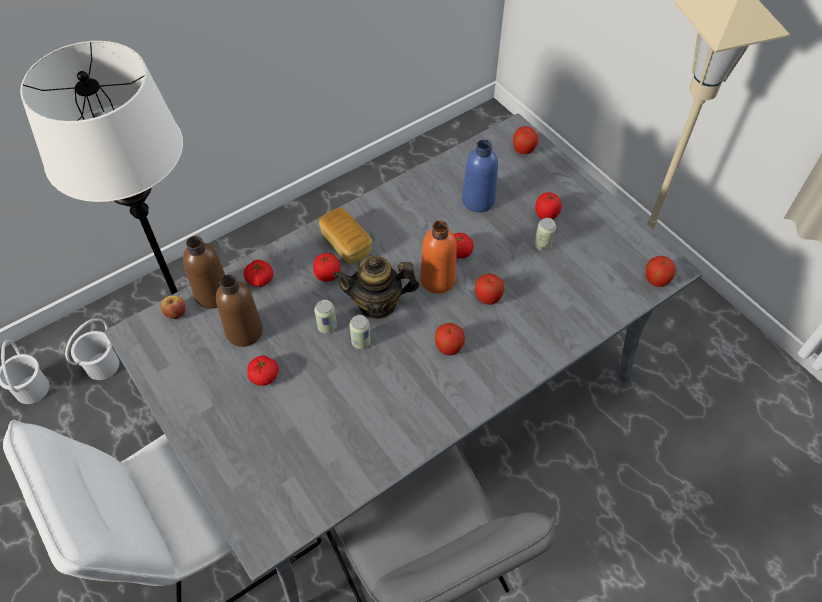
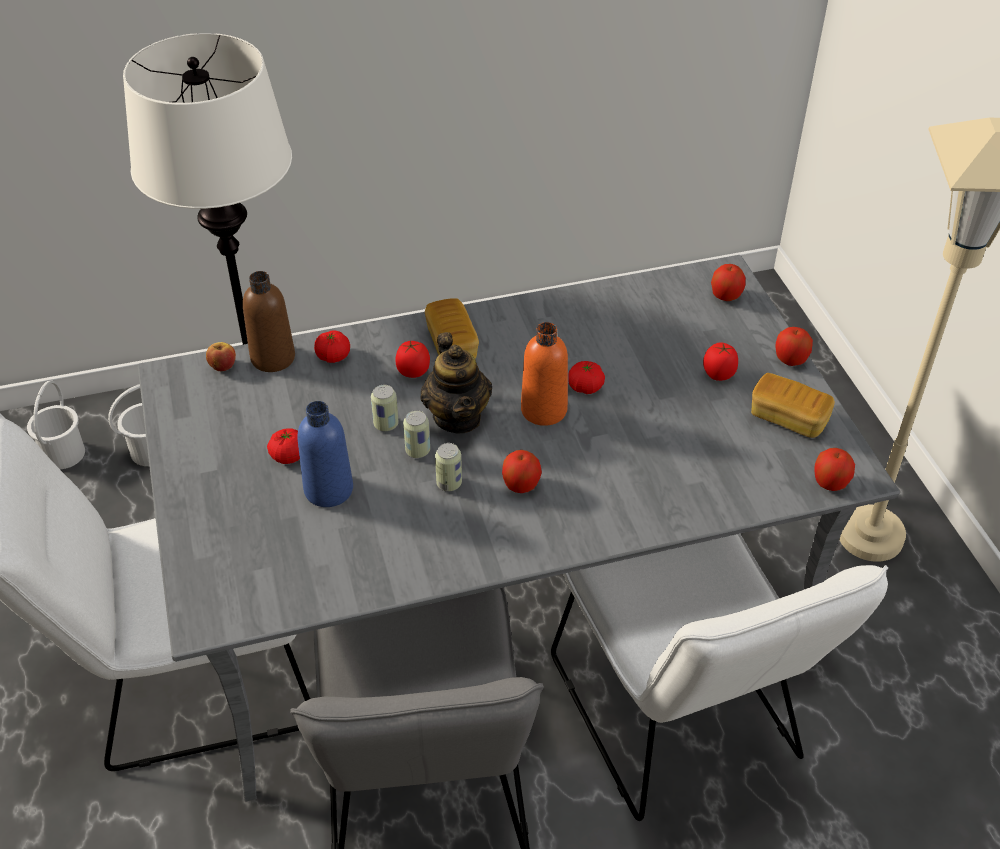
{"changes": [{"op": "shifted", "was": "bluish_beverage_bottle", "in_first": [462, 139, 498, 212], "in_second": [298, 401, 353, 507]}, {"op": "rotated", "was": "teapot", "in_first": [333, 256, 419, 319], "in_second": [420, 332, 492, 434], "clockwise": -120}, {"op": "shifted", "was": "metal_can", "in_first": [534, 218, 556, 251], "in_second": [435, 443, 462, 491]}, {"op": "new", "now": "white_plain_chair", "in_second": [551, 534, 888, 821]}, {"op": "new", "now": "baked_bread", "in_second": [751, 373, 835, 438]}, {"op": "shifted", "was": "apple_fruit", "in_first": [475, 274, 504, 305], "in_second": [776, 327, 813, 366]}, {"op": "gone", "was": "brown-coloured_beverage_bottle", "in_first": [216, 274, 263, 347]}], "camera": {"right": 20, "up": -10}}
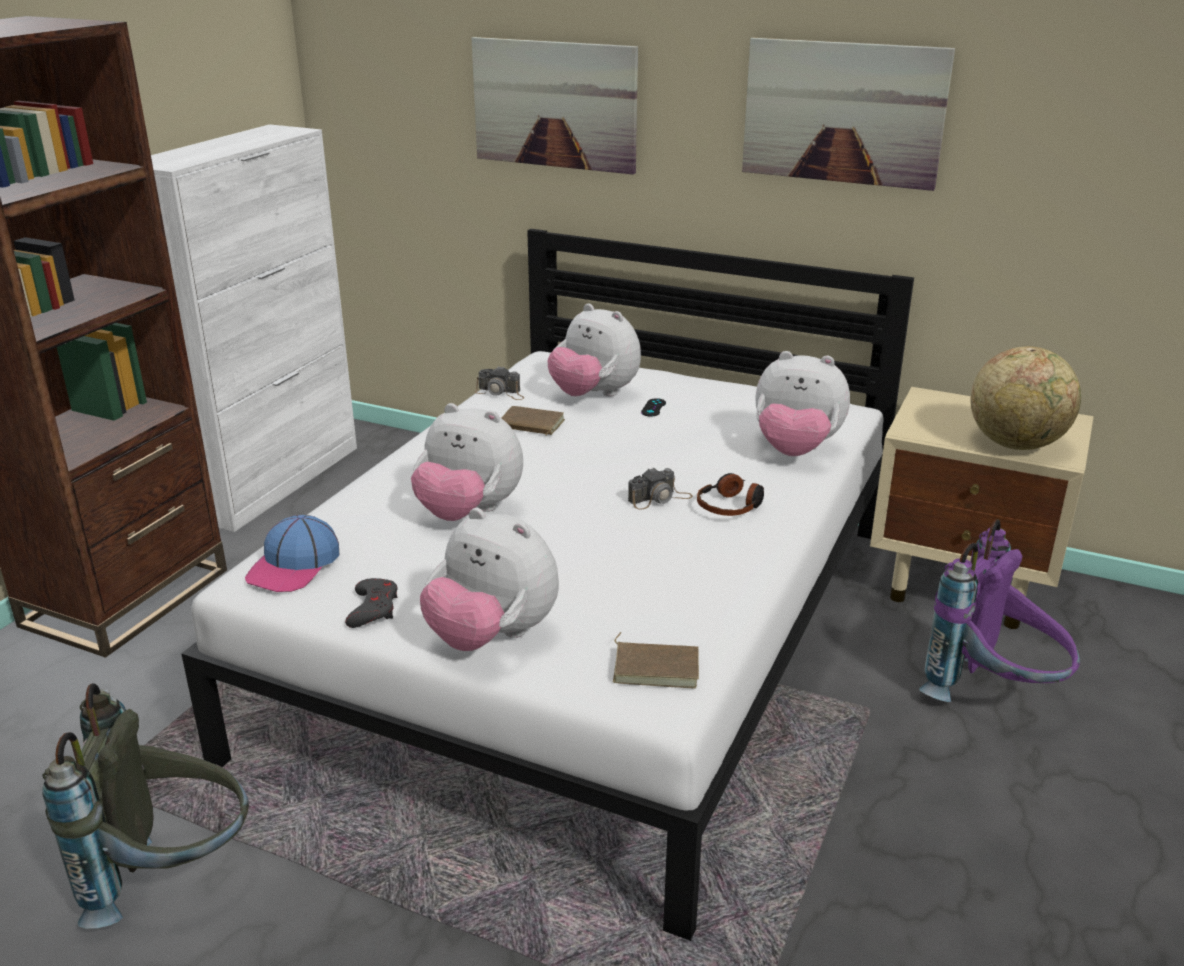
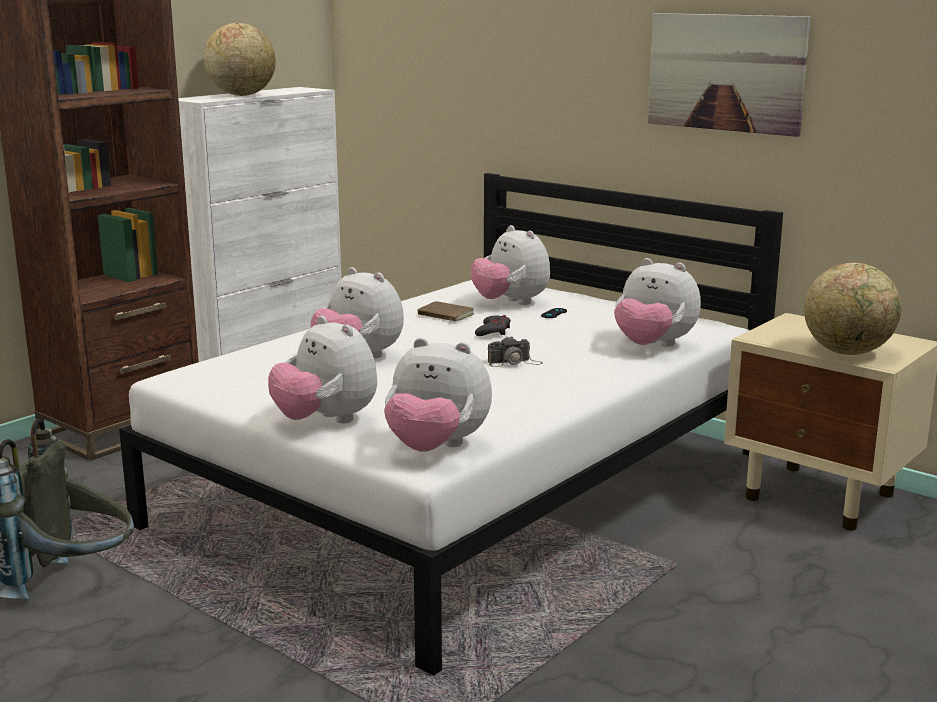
{"changes": [{"op": "new", "now": "globe", "in_second": [203, 23, 276, 96]}, {"op": "swapped", "was": "brown-coloured_volume", "now": "plush_toy", "in_first": [613, 632, 699, 688], "in_second": [384, 338, 492, 452]}, {"op": "shifted", "was": "grey_gamepad", "in_first": [345, 578, 398, 628], "in_second": [475, 315, 511, 336]}, {"op": "gone", "was": "peaked_cap", "in_first": [245, 515, 340, 592]}, {"op": "gone", "was": "wall_picture", "in_first": [472, 37, 638, 174]}, {"op": "gone", "was": "photo_camera", "in_first": [475, 366, 524, 400]}, {"op": "gone", "was": "headphones", "in_first": [697, 473, 764, 516]}, {"op": "gone", "was": "purplish_rucksack", "in_first": [919, 520, 1080, 702]}], "camera": {"right": 15, "up": -10}}
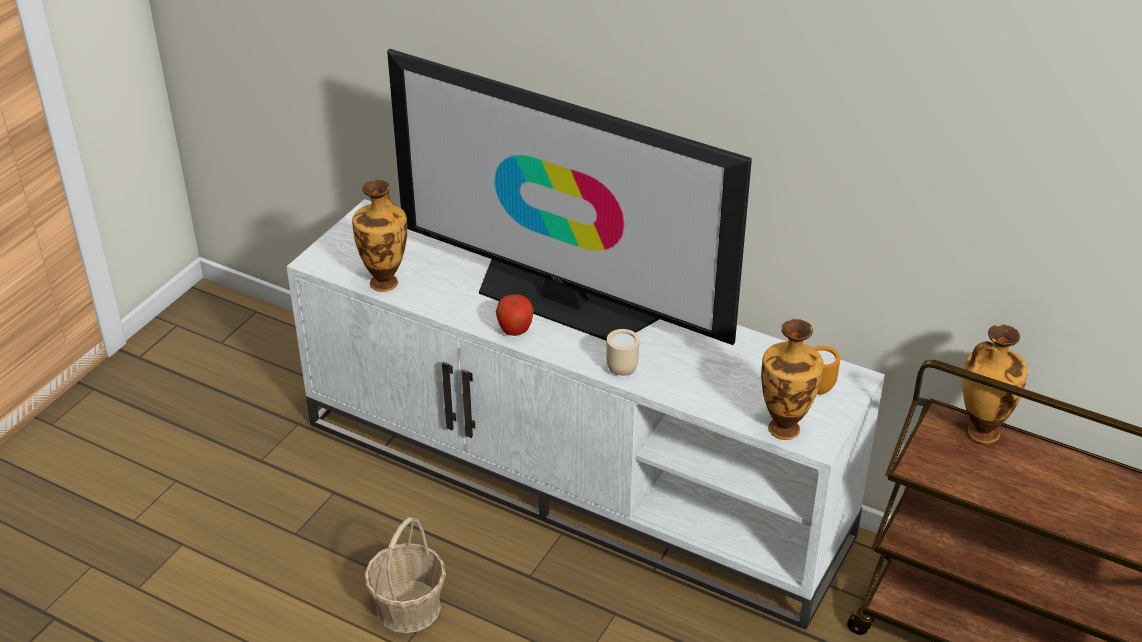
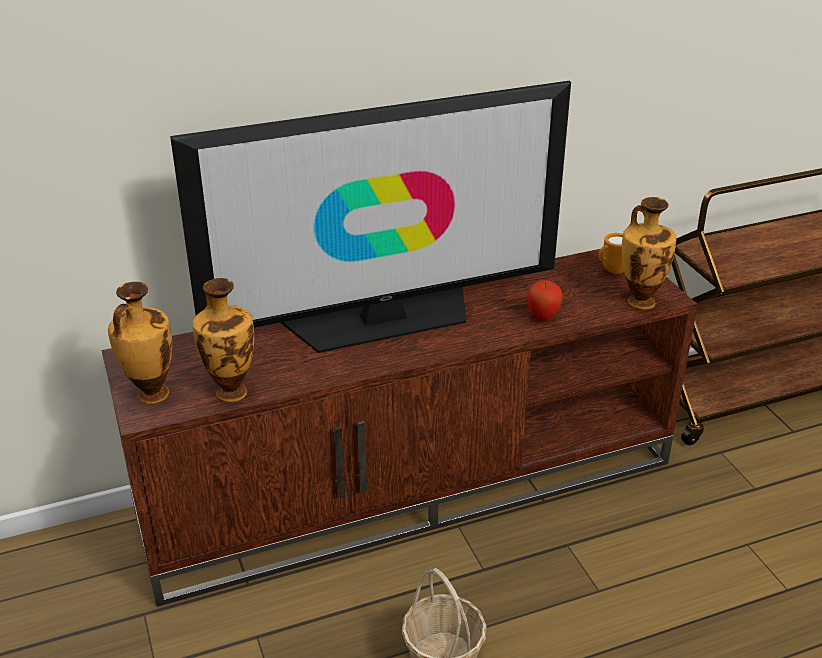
{"changes": [{"op": "repainted", "was": "white_media_console", "now": "brown-coloured_media_console", "in_first": [286, 199, 885, 630], "in_second": [102, 249, 698, 607]}, {"op": "shifted", "was": "decorative_vase", "in_first": [962, 324, 1028, 444], "in_second": [108, 282, 172, 404]}, {"op": "shifted", "was": "apple_fruit", "in_first": [496, 294, 534, 336], "in_second": [527, 280, 563, 321]}, {"op": "gone", "was": "beige_mug", "in_first": [606, 329, 639, 375]}], "camera": {"right": -50, "up": -5}}
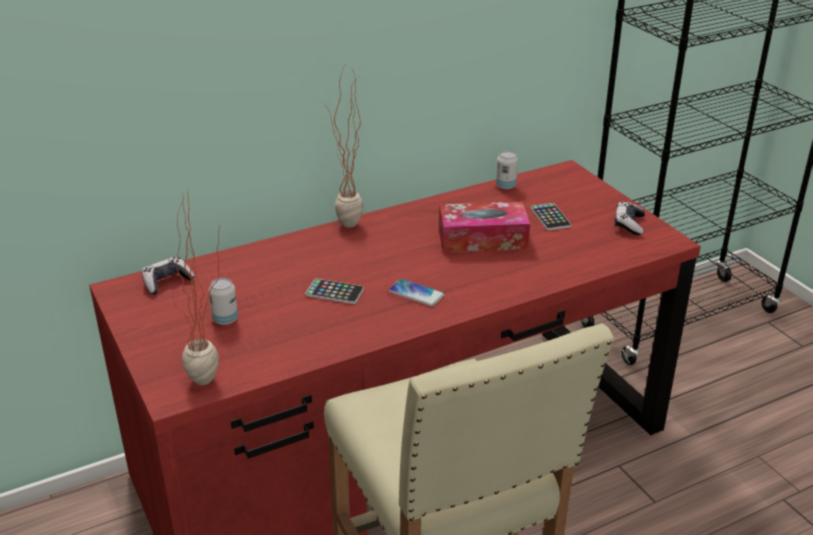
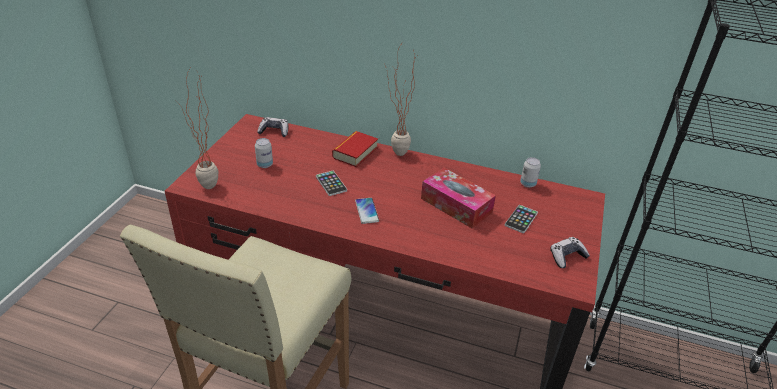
{"changes": [{"op": "new", "now": "volume", "in_second": [332, 131, 378, 167]}], "camera": {"right": 45, "up": 5}}
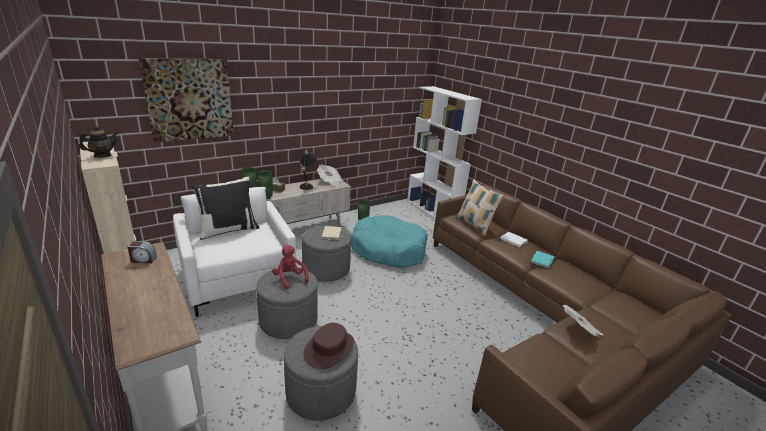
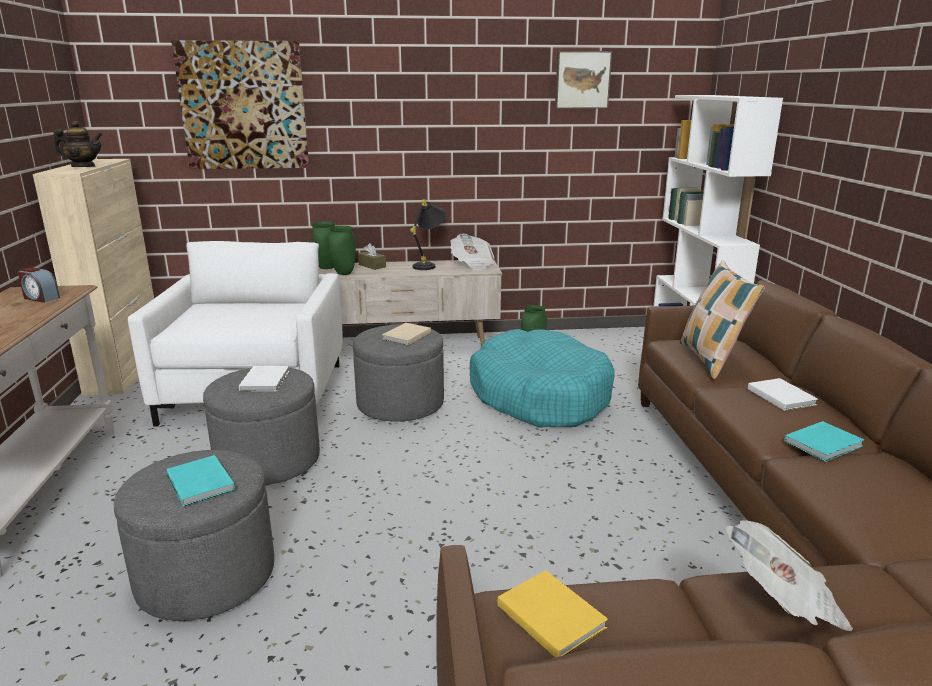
{"changes": [{"op": "swapped", "was": "brown-coloured_hat", "now": "turquoise-coloured_volume", "in_first": [303, 323, 354, 369], "in_second": [166, 455, 235, 507]}, {"op": "swapped", "was": "reddish_plush_toy", "now": "white_volume", "in_first": [272, 245, 309, 289], "in_second": [239, 366, 289, 391]}, {"op": "new", "now": "yellow_volume", "in_second": [497, 570, 608, 658]}, {"op": "new", "now": "wall_picture", "in_second": [555, 51, 612, 109]}, {"op": "gone", "was": "black-coloured_throw_pillow", "in_first": [191, 177, 260, 240]}], "camera": {"right": 30, "up": -5}}
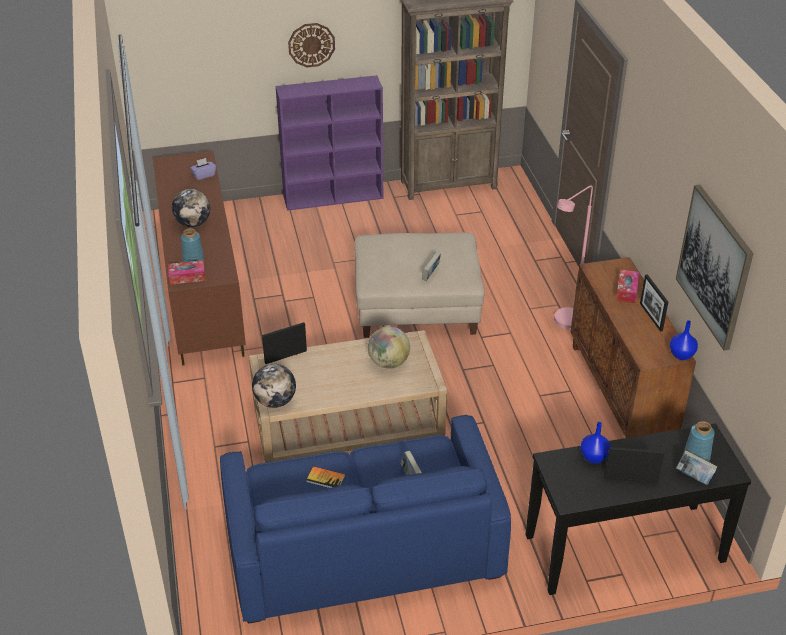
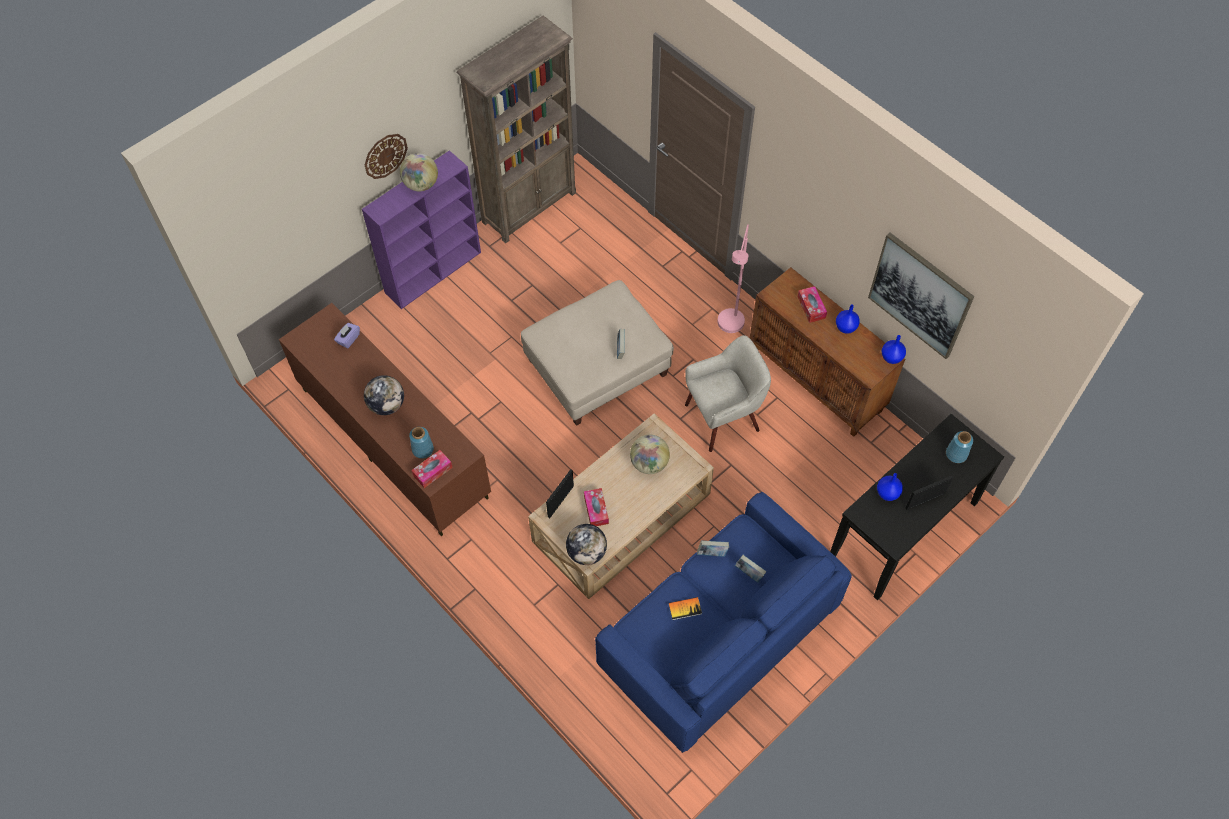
{"changes": [{"op": "new", "now": "globe", "in_second": [400, 153, 438, 191]}, {"op": "new", "now": "tissue_holder", "in_second": [584, 488, 609, 526]}, {"op": "new", "now": "beige_easy_chair", "in_second": [685, 335, 771, 452]}, {"op": "shifted", "was": "volume", "in_first": [676, 450, 717, 485], "in_second": [697, 540, 729, 557]}, {"op": "swapped", "was": "standing_frame", "now": "bluish_decorative_vase", "in_first": [640, 274, 668, 332], "in_second": [836, 305, 860, 334]}], "camera": {"right": -30, "up": 20}}
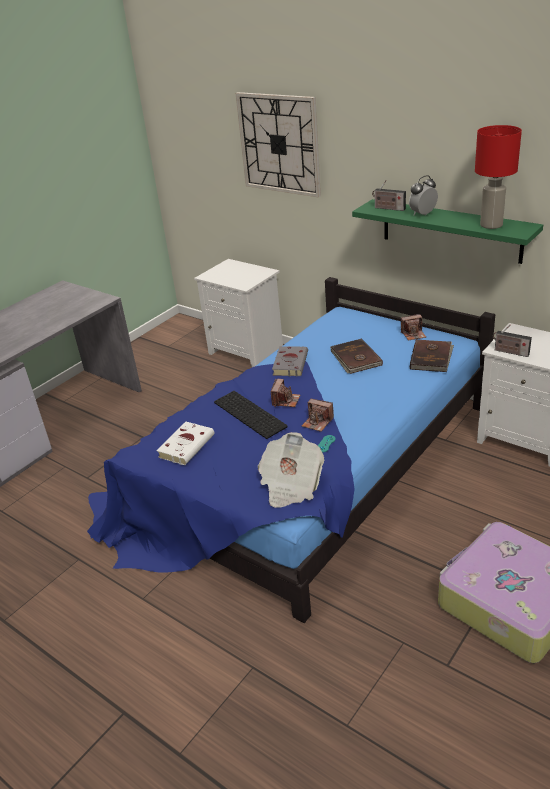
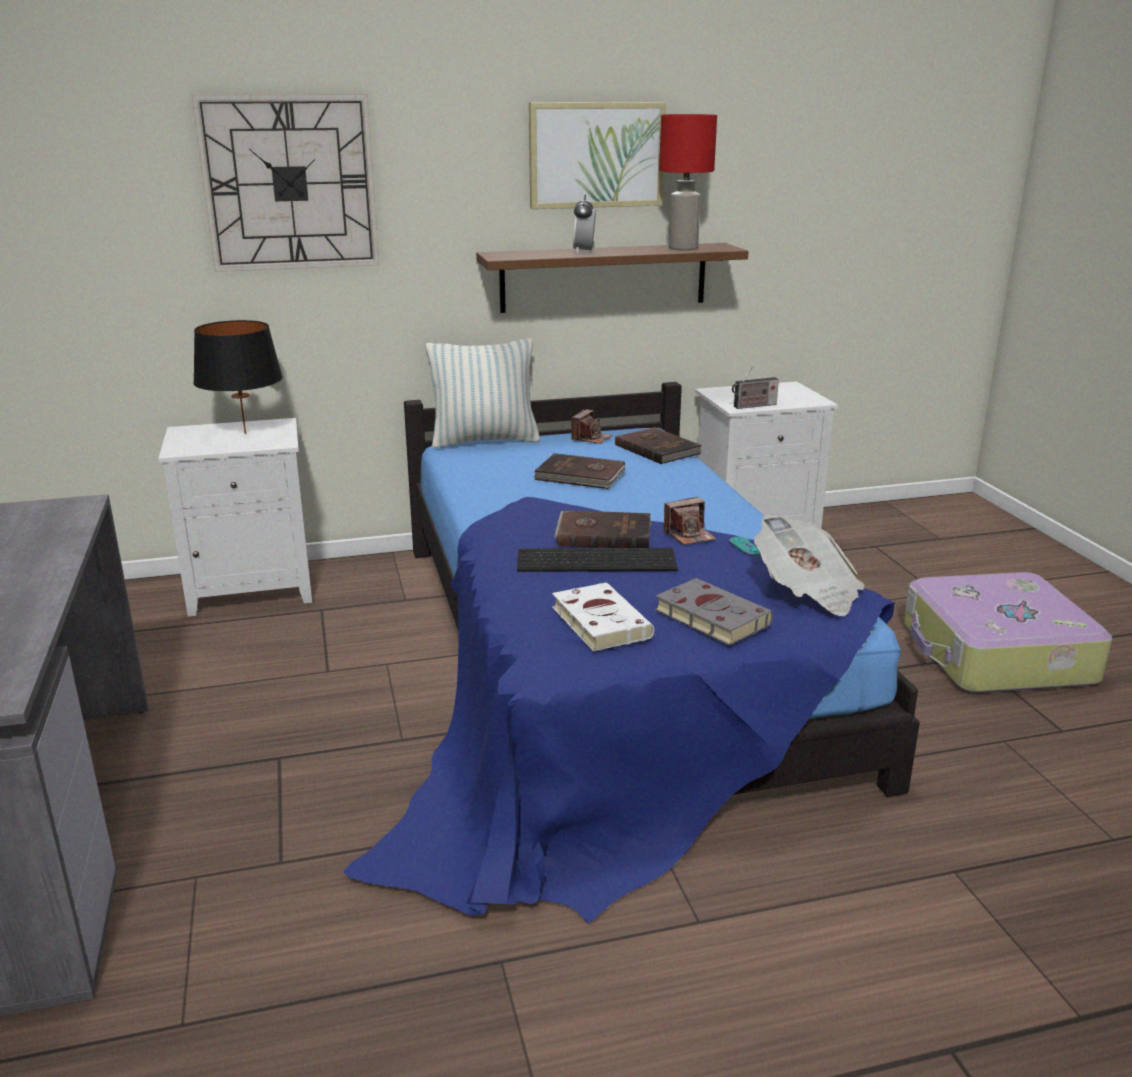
{"changes": [{"op": "new", "now": "black-coloured_tabletop_lamp", "in_second": [193, 320, 283, 434]}, {"op": "new", "now": "throw_pillow", "in_second": [426, 338, 540, 448]}, {"op": "repainted", "was": "greenish_bracket_shelf", "now": "brown-coloured_bracket_shelf", "in_first": [352, 199, 543, 264], "in_second": [476, 243, 749, 313]}, {"op": "new", "now": "wall_picture", "in_second": [529, 102, 666, 209]}, {"op": "swapped", "was": "photo_camera", "now": "brown-coloured_volume", "in_first": [271, 379, 300, 407], "in_second": [554, 510, 652, 548]}, {"op": "shifted", "was": "grey_volume", "in_first": [272, 346, 308, 377], "in_second": [655, 578, 773, 646]}, {"op": "gone", "was": "radio_receiver", "in_first": [372, 180, 406, 211]}], "camera": {"right": -55, "up": -10}}
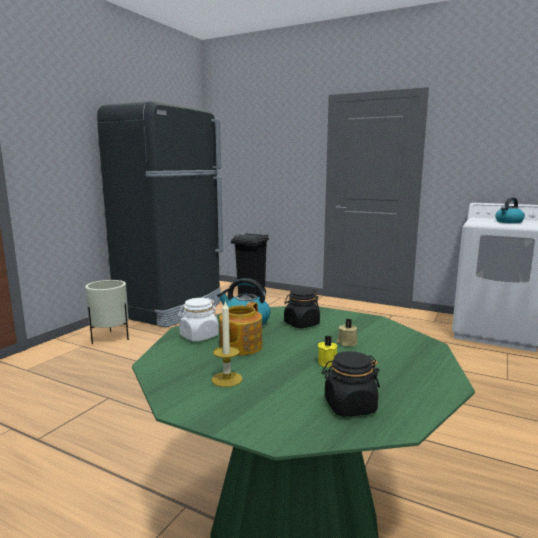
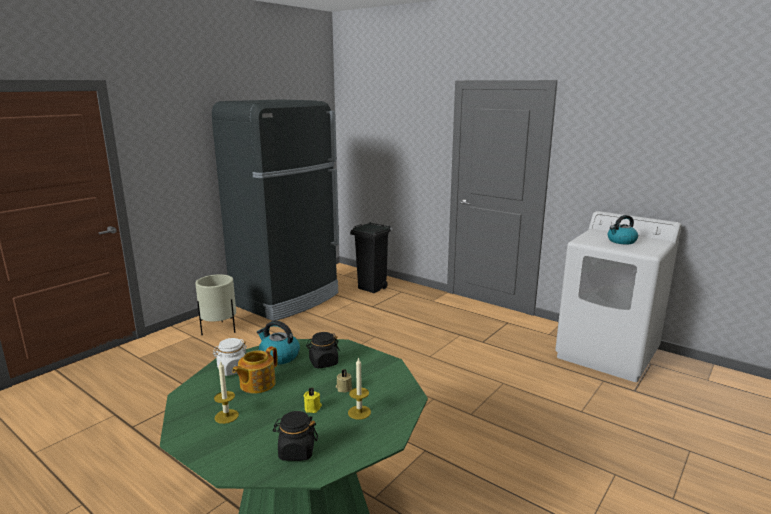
{"changes": [{"op": "new", "now": "wax_light", "in_second": [348, 357, 371, 420]}], "camera": {"right": 10, "up": 5}}
